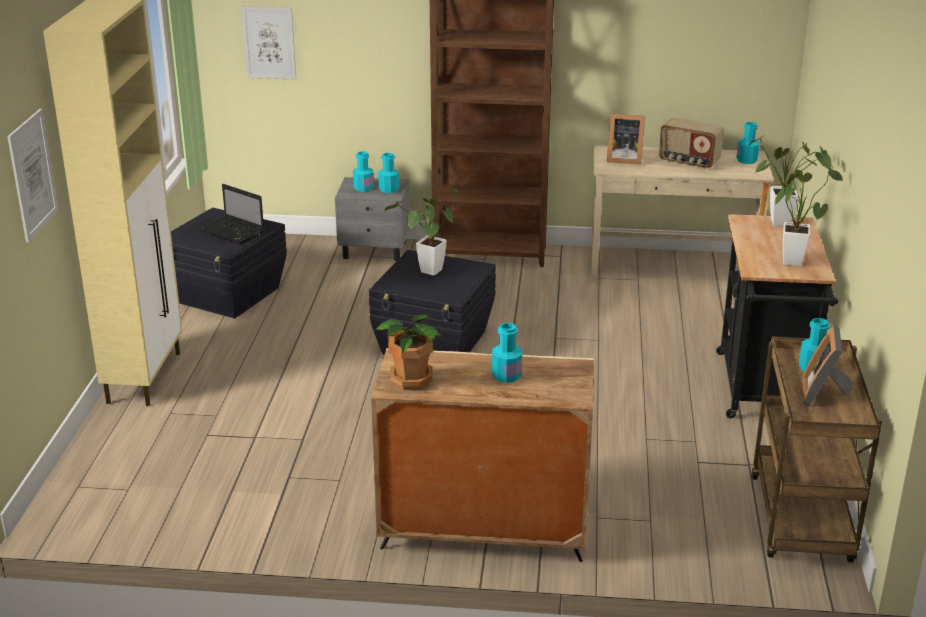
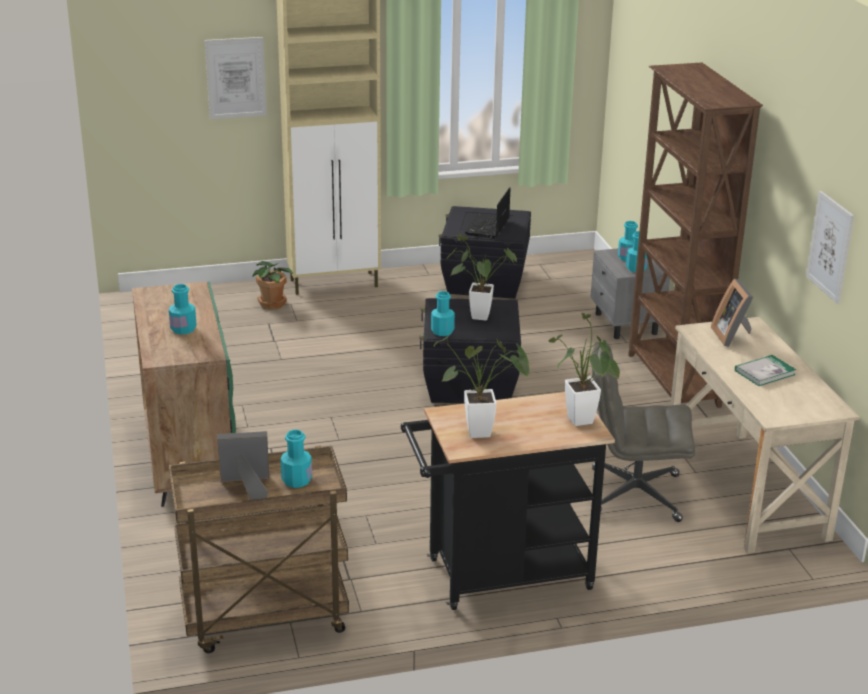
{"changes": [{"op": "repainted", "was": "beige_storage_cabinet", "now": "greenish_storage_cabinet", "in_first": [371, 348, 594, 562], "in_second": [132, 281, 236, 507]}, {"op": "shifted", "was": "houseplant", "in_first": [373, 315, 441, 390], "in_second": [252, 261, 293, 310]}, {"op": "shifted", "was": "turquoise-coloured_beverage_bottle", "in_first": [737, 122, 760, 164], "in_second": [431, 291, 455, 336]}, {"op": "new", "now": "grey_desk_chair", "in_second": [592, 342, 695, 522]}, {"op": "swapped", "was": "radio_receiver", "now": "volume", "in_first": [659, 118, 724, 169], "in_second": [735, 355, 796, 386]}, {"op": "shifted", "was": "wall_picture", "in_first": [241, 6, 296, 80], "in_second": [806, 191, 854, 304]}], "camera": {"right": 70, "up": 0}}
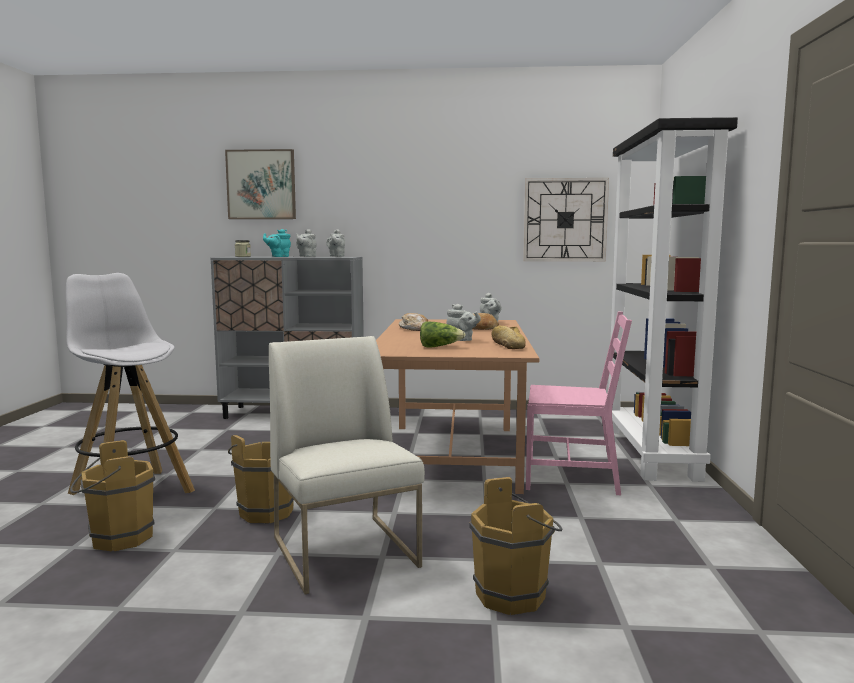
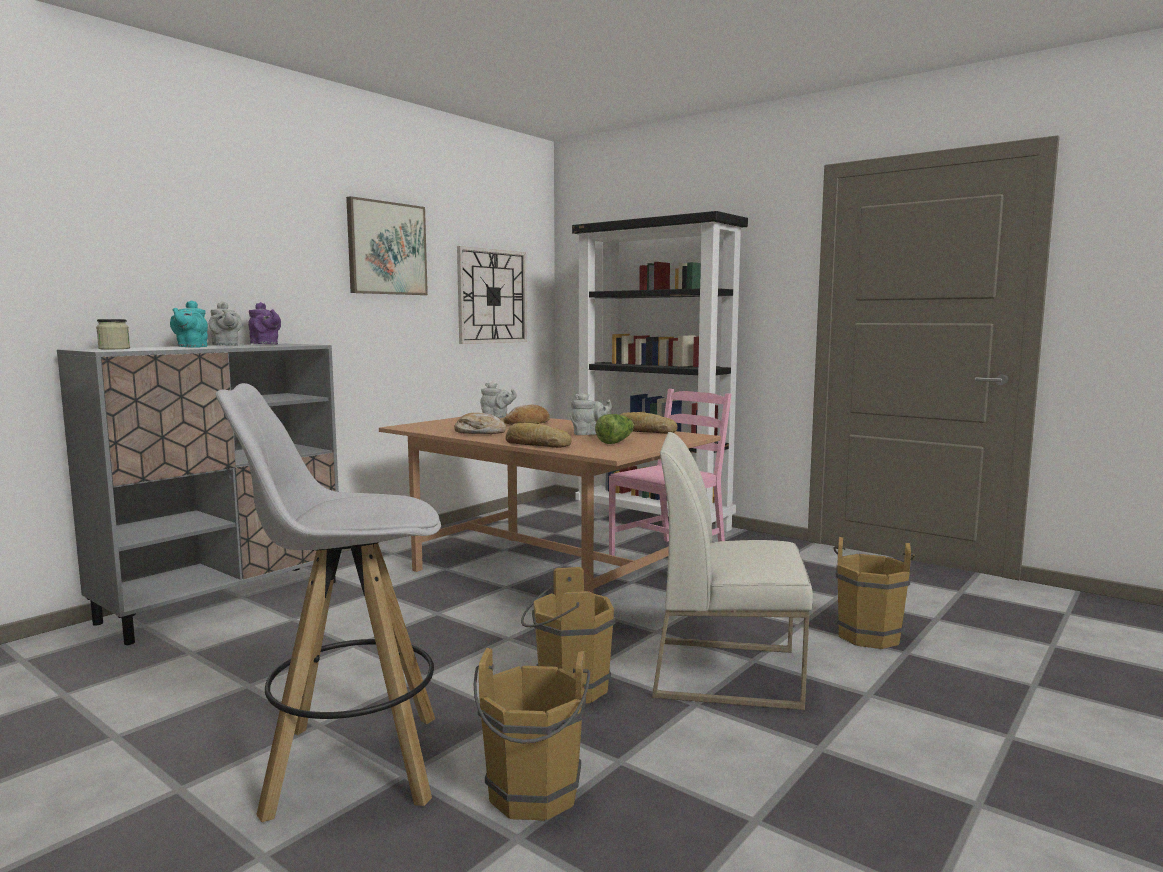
{"changes": [{"op": "repainted", "was": "grey_teapot", "now": "purplish_teapot", "in_first": [326, 229, 345, 257], "in_second": [248, 302, 281, 344]}, {"op": "shifted", "was": "wall_picture", "in_first": [225, 149, 296, 219], "in_second": [346, 196, 428, 295]}, {"op": "new", "now": "baked_bread", "in_second": [505, 422, 572, 448]}], "camera": {"right": -55, "up": 0}}
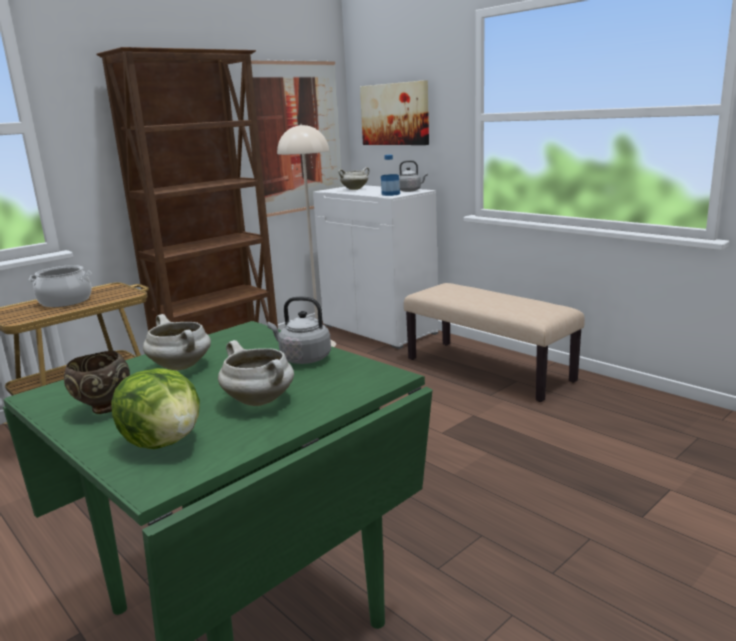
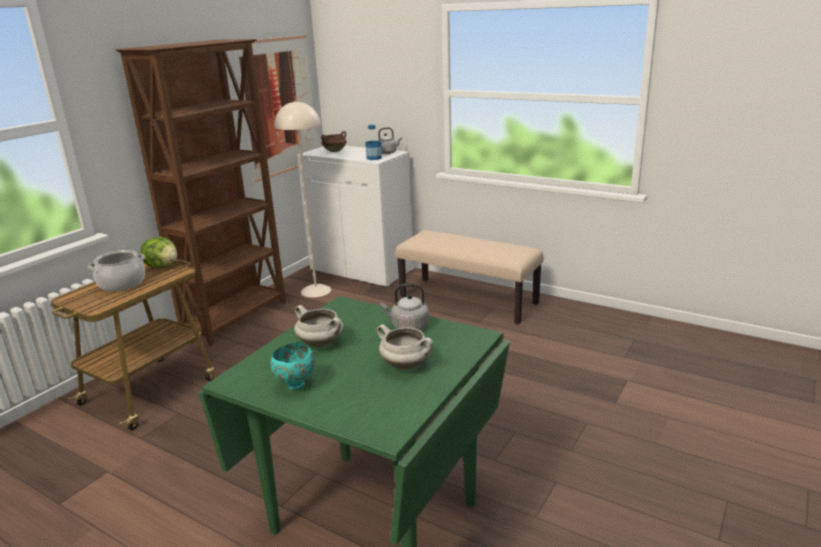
{"changes": [{"op": "shifted", "was": "lettuce", "in_first": [111, 368, 200, 449], "in_second": [140, 237, 177, 268]}, {"op": "repainted", "was": "brown-coloured_bowl", "now": "turquoise-coloured_bowl", "in_first": [64, 351, 130, 414], "in_second": [270, 343, 315, 390]}, {"op": "repainted", "was": "white_cooking_pot", "now": "brown-coloured_cooking_pot", "in_first": [338, 167, 369, 190], "in_second": [321, 131, 347, 152]}, {"op": "gone", "was": "wall_picture", "in_first": [360, 80, 429, 145]}], "camera": {"right": -15, "up": 5}}
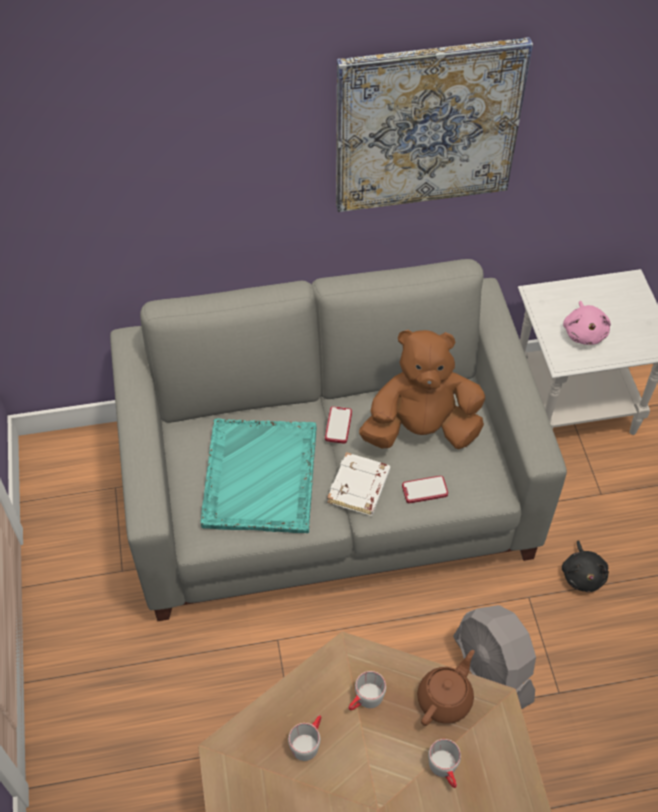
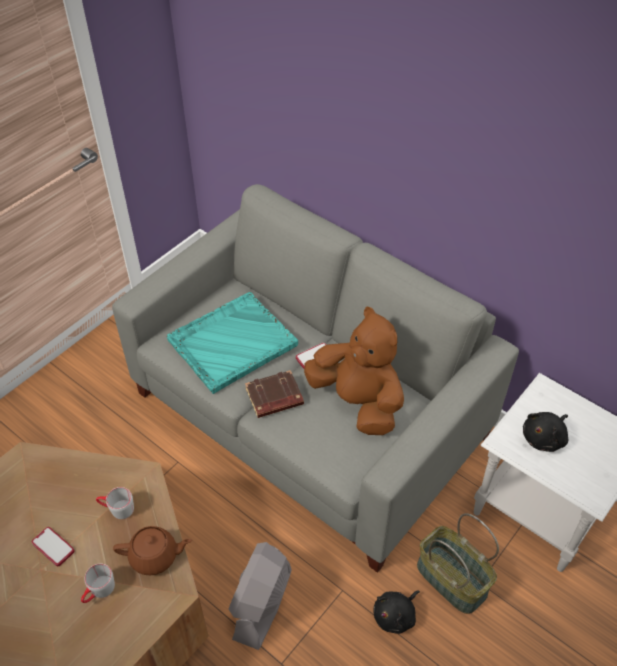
{"changes": [{"op": "shifted", "was": "handset", "in_first": [402, 476, 448, 503], "in_second": [32, 527, 75, 566]}, {"op": "repainted", "was": "white_volume", "now": "brown-coloured_volume", "in_first": [327, 452, 390, 515], "in_second": [245, 370, 304, 418]}, {"op": "new", "now": "household_basket", "in_second": [417, 513, 499, 614]}, {"op": "repainted", "was": "pinkish_plush_toy", "now": "black-coloured_plush_toy", "in_first": [563, 301, 611, 345], "in_second": [523, 412, 568, 452]}, {"op": "gone", "was": "grey_mug", "in_first": [288, 715, 321, 761]}, {"op": "gone", "was": "wall_picture", "in_first": [336, 37, 533, 212]}], "camera": {"right": 50, "up": -5}}
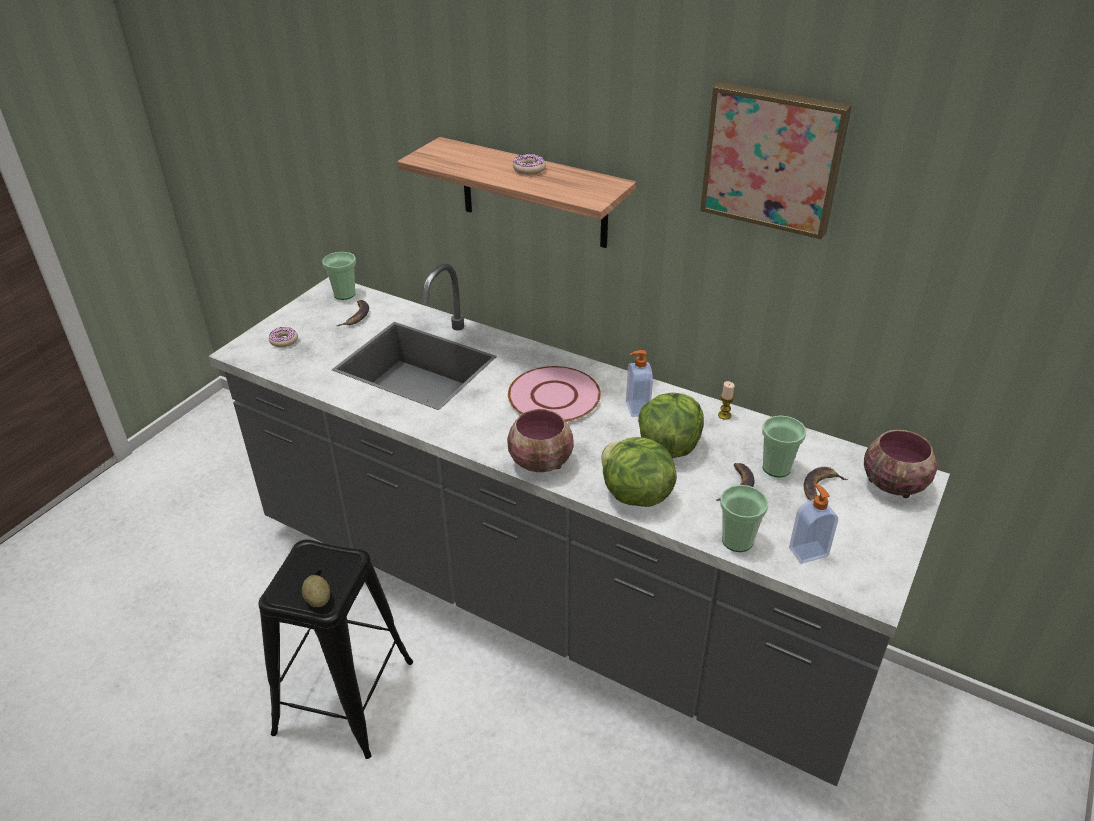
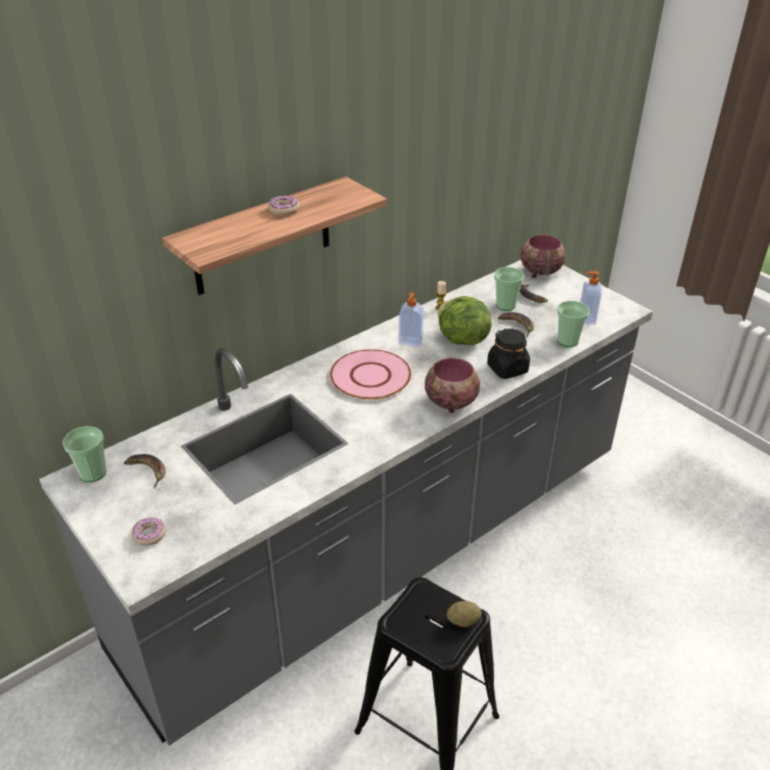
{"changes": [{"op": "swapped", "was": "lettuce", "now": "black-coloured_jar", "in_first": [601, 437, 677, 507], "in_second": [487, 328, 530, 379]}, {"op": "gone", "was": "wall_picture", "in_first": [700, 82, 852, 239]}], "camera": {"right": -70, "up": 0}}
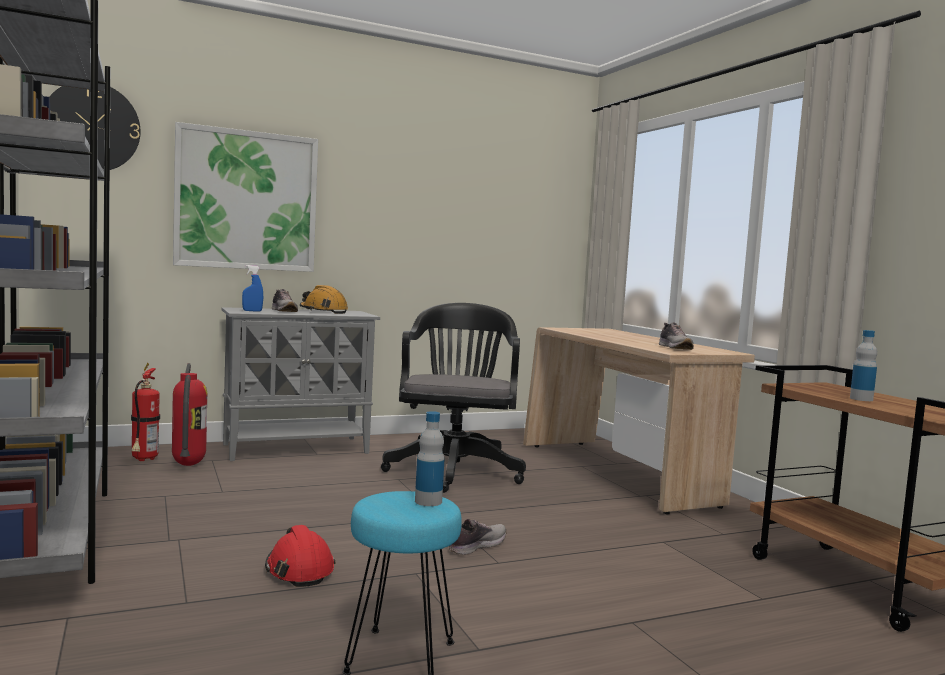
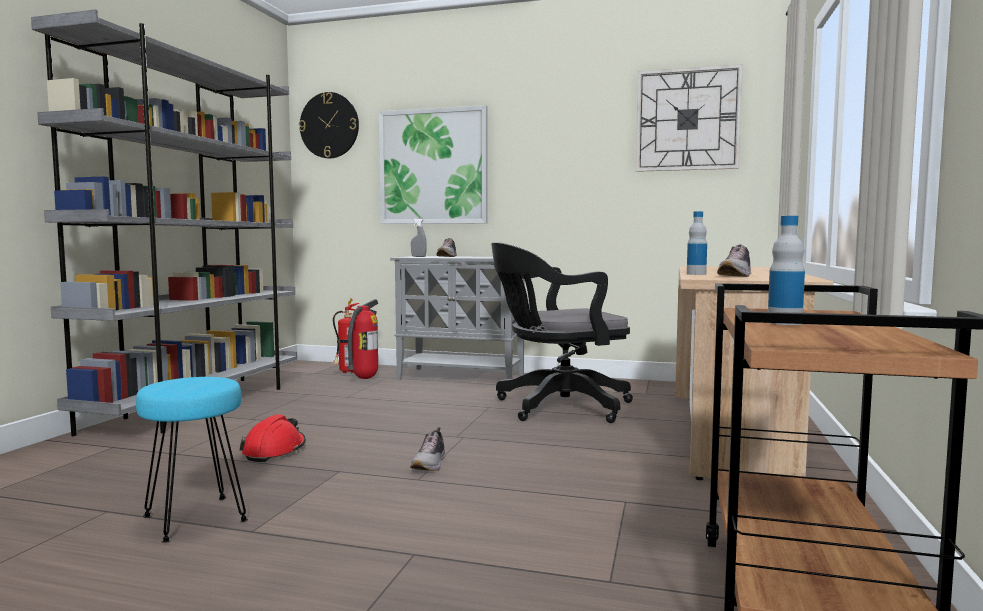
{"changes": [{"op": "rotated", "was": "shoe", "in_first": [449, 519, 507, 555], "in_second": [410, 427, 446, 471], "clockwise": 105}, {"op": "repainted", "was": "bluish_hand_sprayer", "now": "grey_hand_sprayer", "in_first": [242, 265, 263, 312], "in_second": [411, 218, 427, 257]}, {"op": "rotated", "was": "black-coloured_desk_chair", "in_first": [381, 303, 526, 493], "in_second": [491, 242, 633, 423], "clockwise": -150}, {"op": "new", "now": "clock_on_the_wall", "in_second": [636, 64, 743, 172]}, {"op": "shifted", "was": "beverage_bottle", "in_first": [415, 411, 445, 506], "in_second": [687, 211, 707, 275]}, {"op": "gone", "was": "orange_work_helmet", "in_first": [300, 285, 348, 314]}], "camera": {"right": 40, "up": 0}}
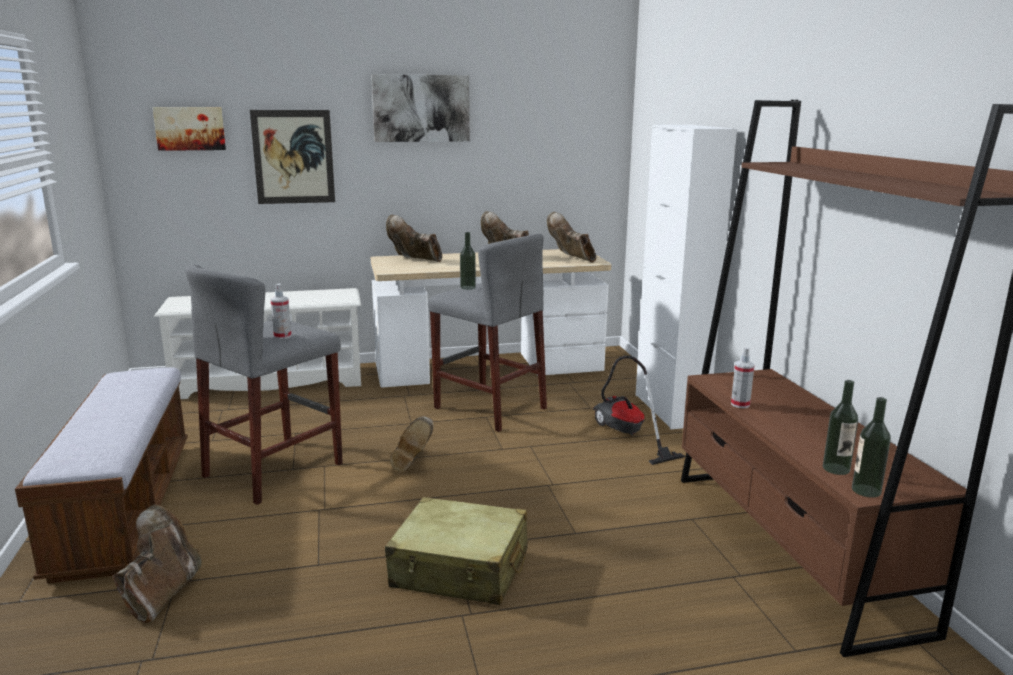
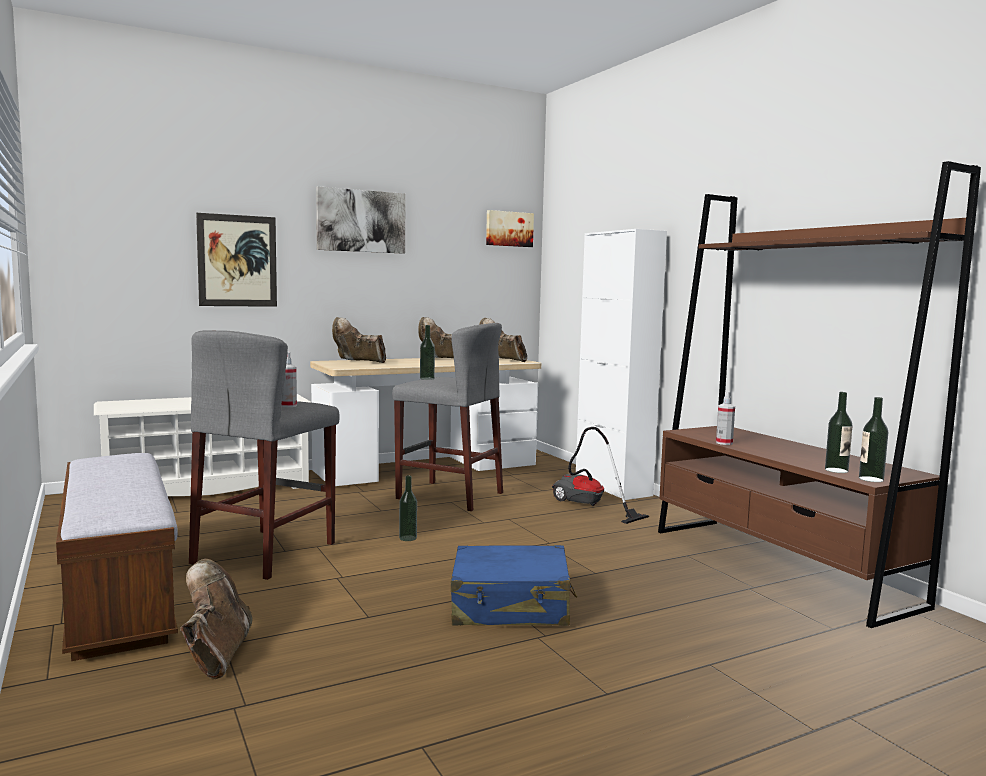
{"changes": [{"op": "swapped", "was": "brown-coloured_high-top_boot", "now": "beverage_bottle", "in_first": [390, 416, 434, 472], "in_second": [399, 475, 417, 541]}, {"op": "repainted", "was": "beige_suitcase", "now": "bluish_suitcase", "in_first": [385, 497, 528, 605], "in_second": [451, 545, 577, 626]}, {"op": "shifted", "was": "wall_picture", "in_first": [153, 107, 226, 151], "in_second": [486, 210, 534, 247]}], "camera": {"right": -15, "up": -10}}
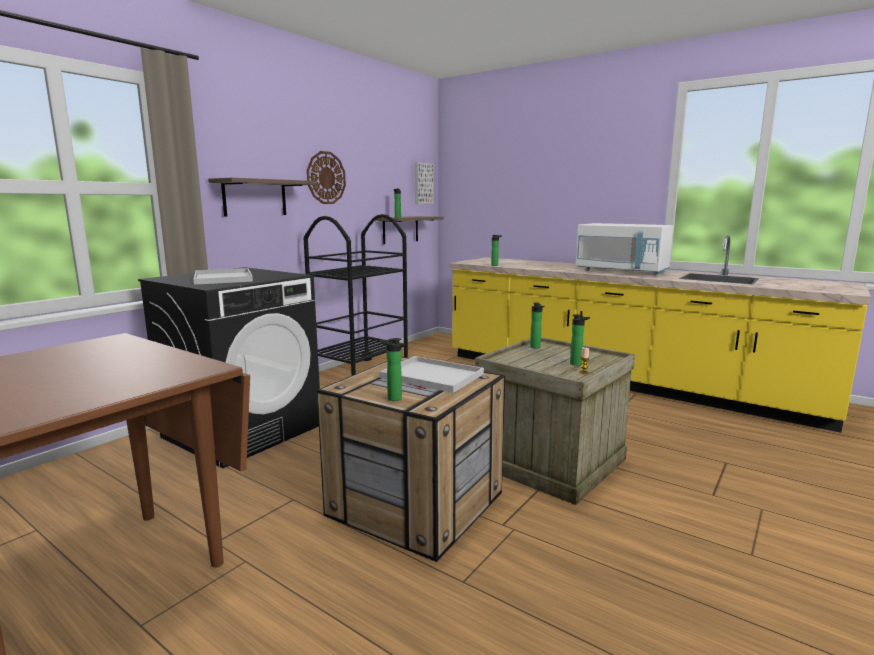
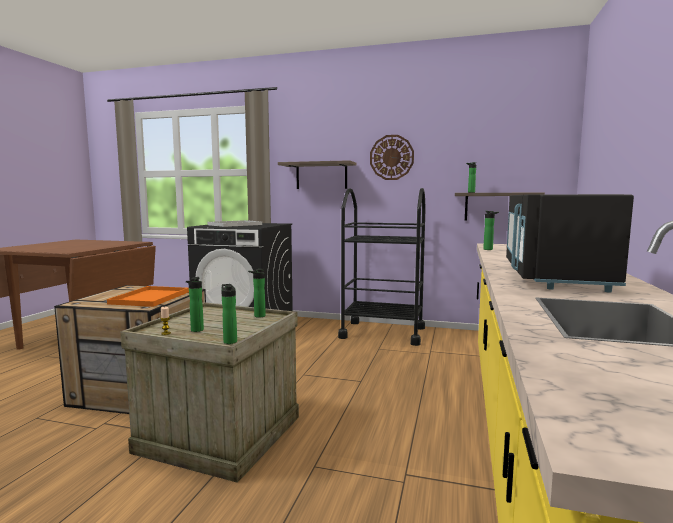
{"changes": [{"op": "repainted", "was": "white_carrying_tray", "now": "orange_carrying_tray", "in_first": [379, 356, 484, 393], "in_second": [107, 286, 189, 307]}, {"op": "shifted", "was": "beverage_bottle", "in_first": [381, 338, 402, 401], "in_second": [221, 284, 237, 344]}, {"op": "repainted", "was": "white_microwave_oven", "now": "black-coloured_microwave_oven", "in_first": [576, 223, 674, 276], "in_second": [506, 194, 634, 293]}, {"op": "gone", "was": "wall_picture", "in_first": [415, 162, 434, 204]}], "camera": {"right": 70, "up": -5}}
